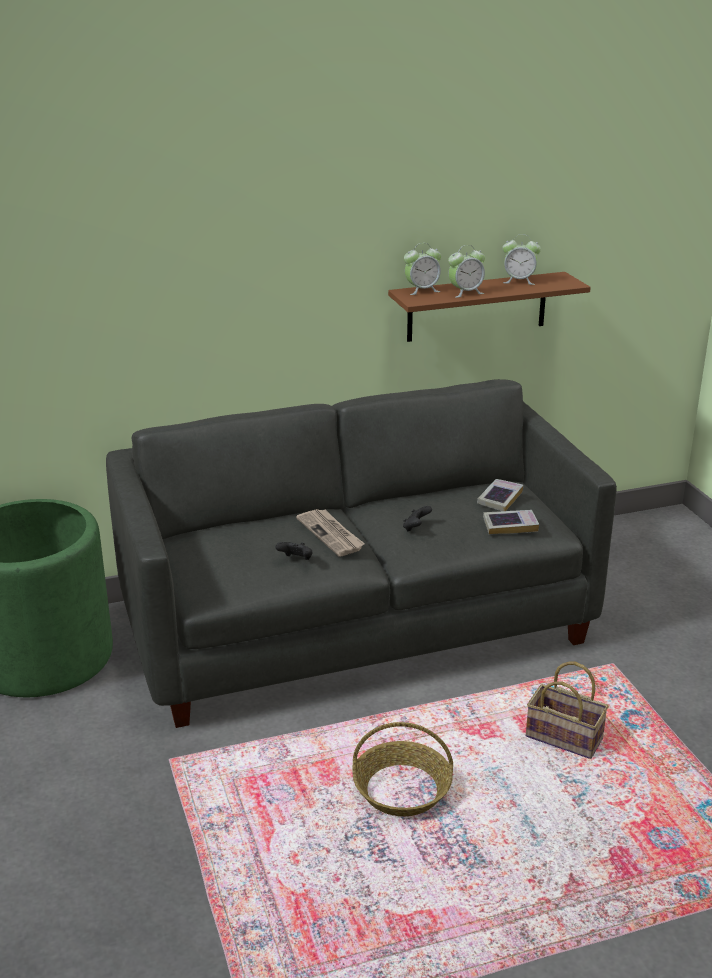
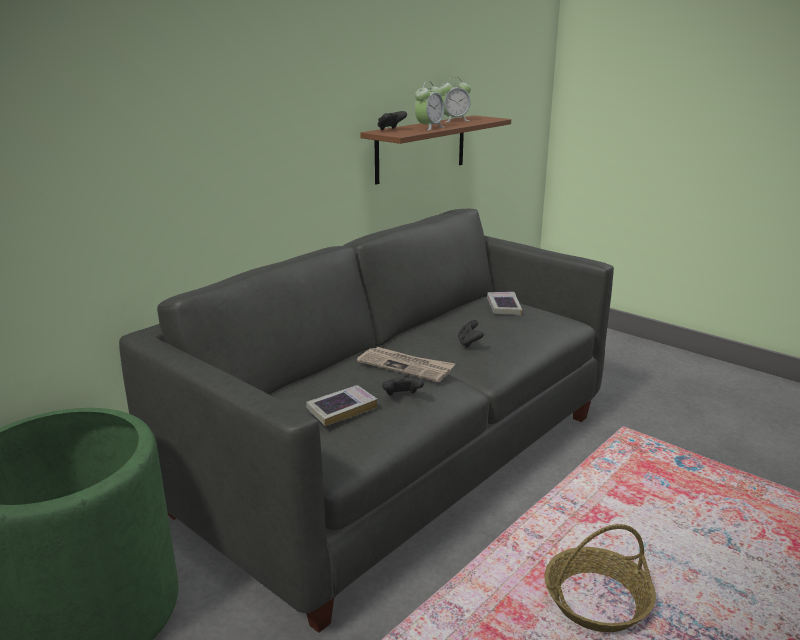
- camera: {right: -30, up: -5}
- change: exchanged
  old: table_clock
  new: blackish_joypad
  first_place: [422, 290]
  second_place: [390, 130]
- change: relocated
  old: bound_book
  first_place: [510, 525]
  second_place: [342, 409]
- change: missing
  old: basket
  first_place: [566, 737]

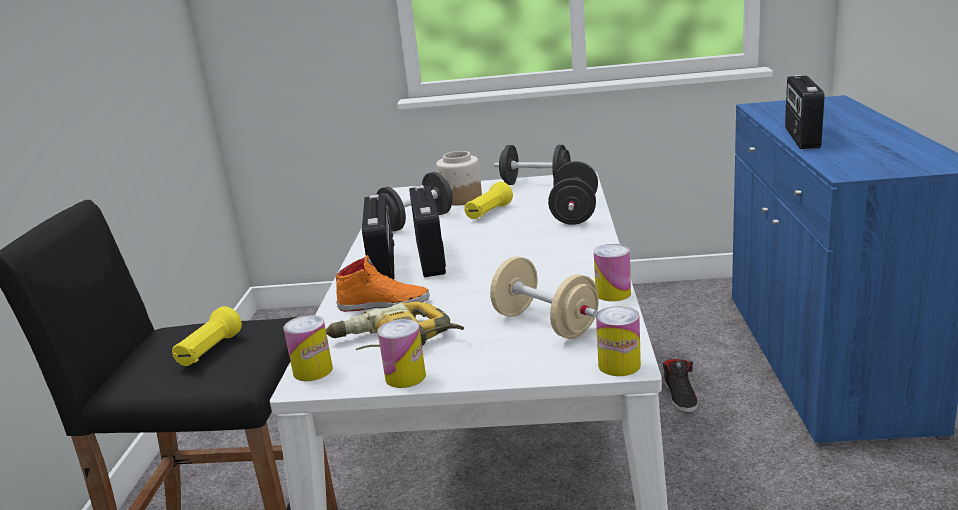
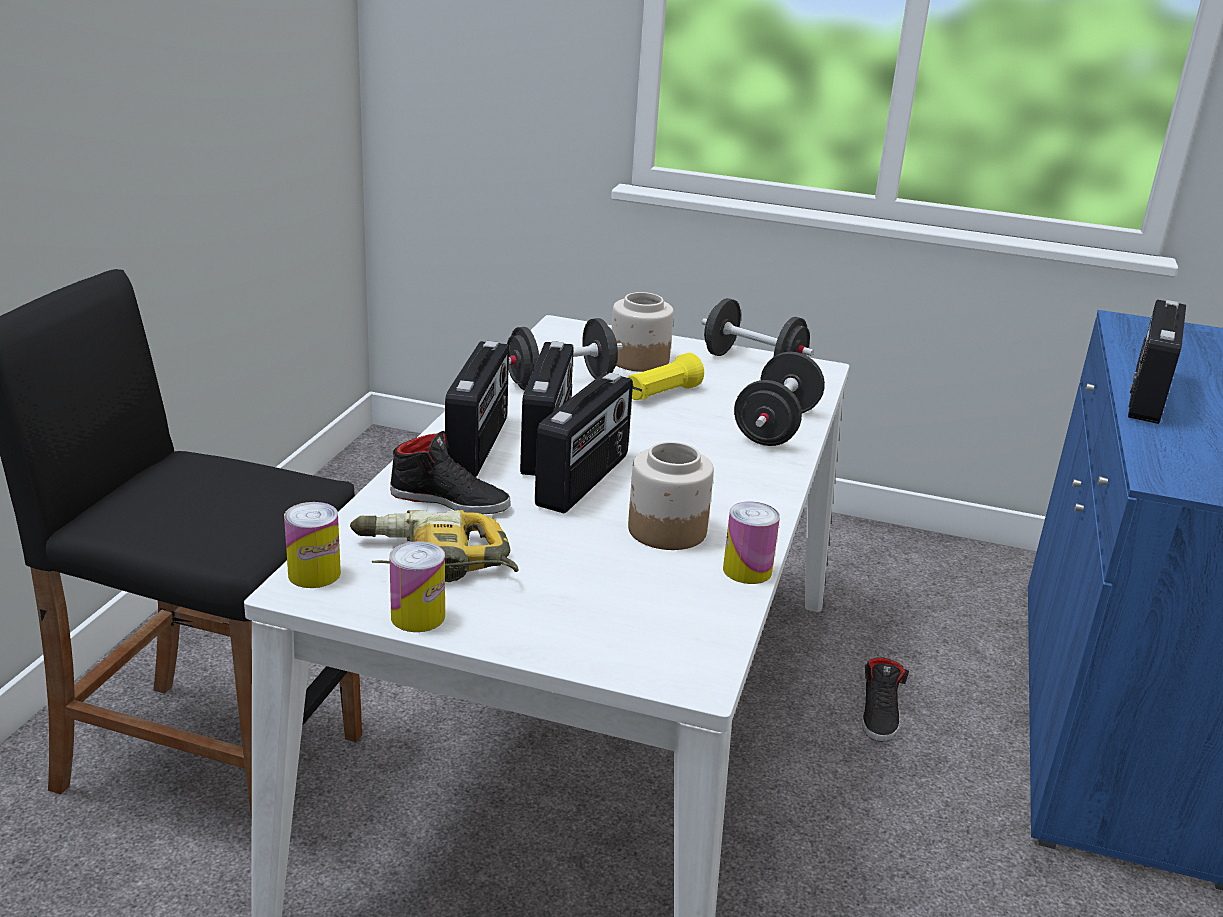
- camera: {right: 10, up: 5}
- change: colour
  old: orange_shoe
  new: blackish_shoe
  first_place: [384, 303]
  second_place: [450, 500]
- change: missing
  old: beige-coloured_hand_weight
  first_place: [545, 324]
- change: missing
  old: yellow-coloured_flashlight
  first_place: [209, 351]
- change: missing
  old: metal_can
  first_place: [619, 365]
- change: appeared
  new: radio_set
  second_place: [584, 481]
- change: appeared
  new: jar
  second_place: [666, 530]

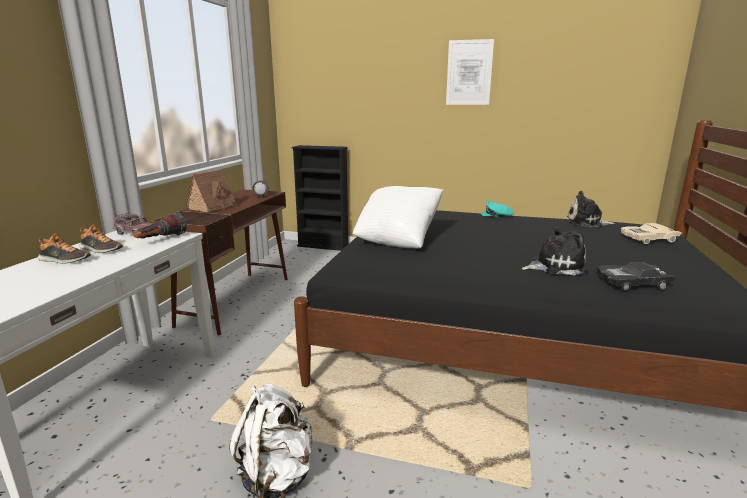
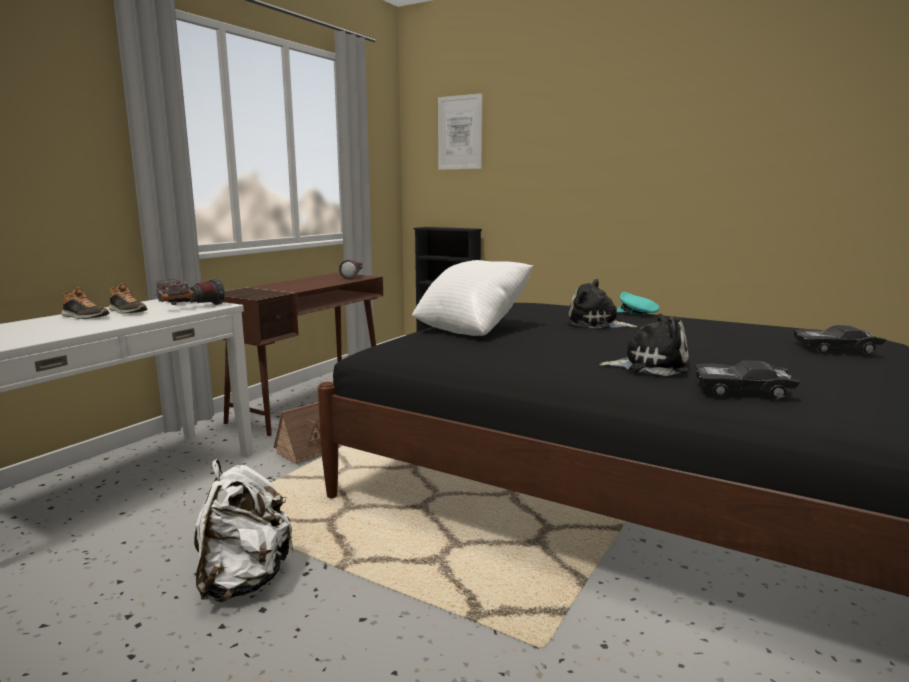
- camera: {right: 15, up: -5}
- change: relocated
  old: picture
  first_place: [469, 72]
  second_place: [460, 132]
- change: relocated
  old: toy_house
  first_place: [213, 207]
  second_place: [309, 451]
- change: relocated
  old: plush_toy
  first_place: [586, 222]
  second_place: [597, 323]
- change: colour
  old: beige-coloured_miniature_car
  new: blackish_miniature_car
  first_place: [649, 239]
  second_place: [836, 348]

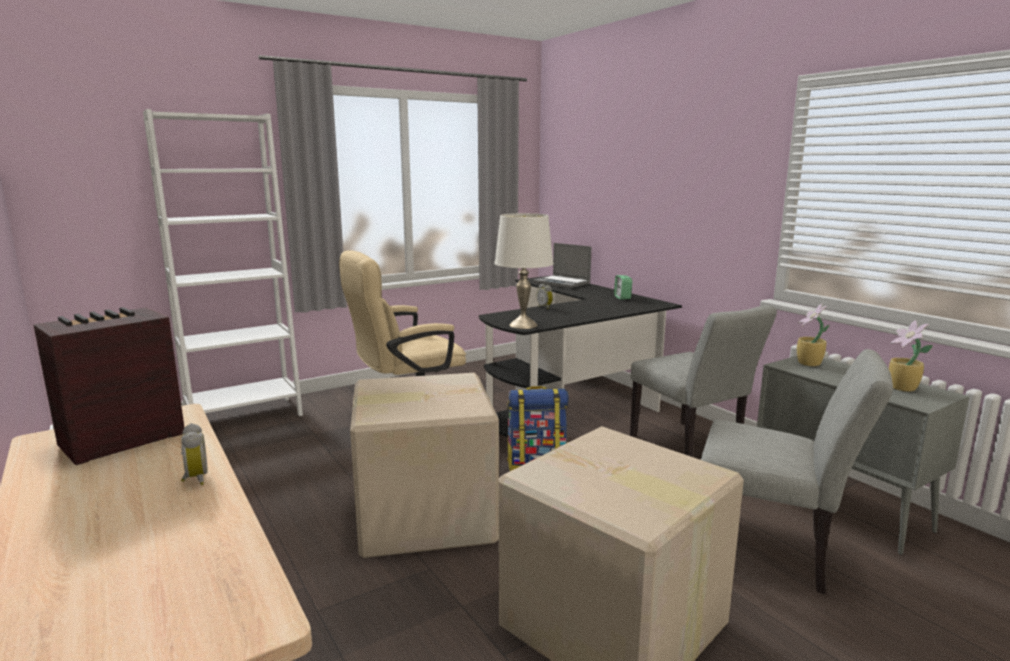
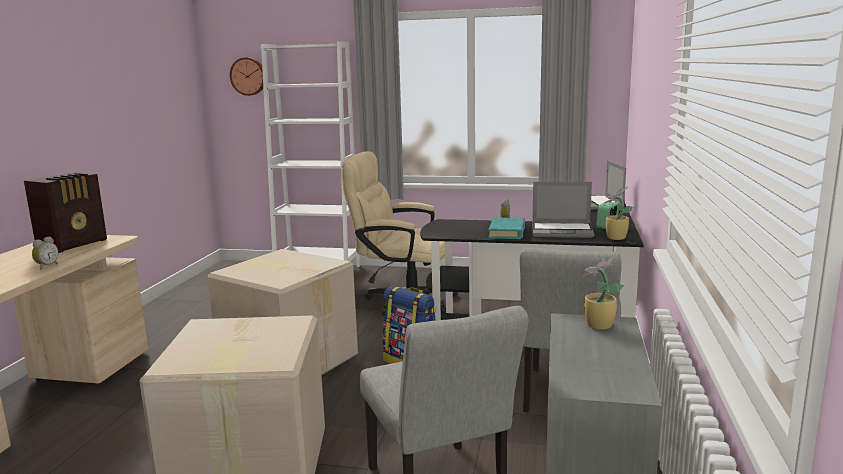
- camera: {right: 45, up: 0}
- change: missing
  old: white_lamp_for_a_table
  first_place: [523, 325]
- change: spun
  old: radio_set
  first_place: [119, 440]
  second_place: [74, 244]
  degrees: 120
- change: relocated
  old: houseplant
  first_place: [903, 388]
  second_place: [615, 238]
- change: appeared
  new: hanging_clock
  second_place: [248, 76]
- change: appeared
  new: portable_computer
  second_place: [562, 231]
- change: appeared
  new: turquoise_bound_book
  second_place: [507, 232]

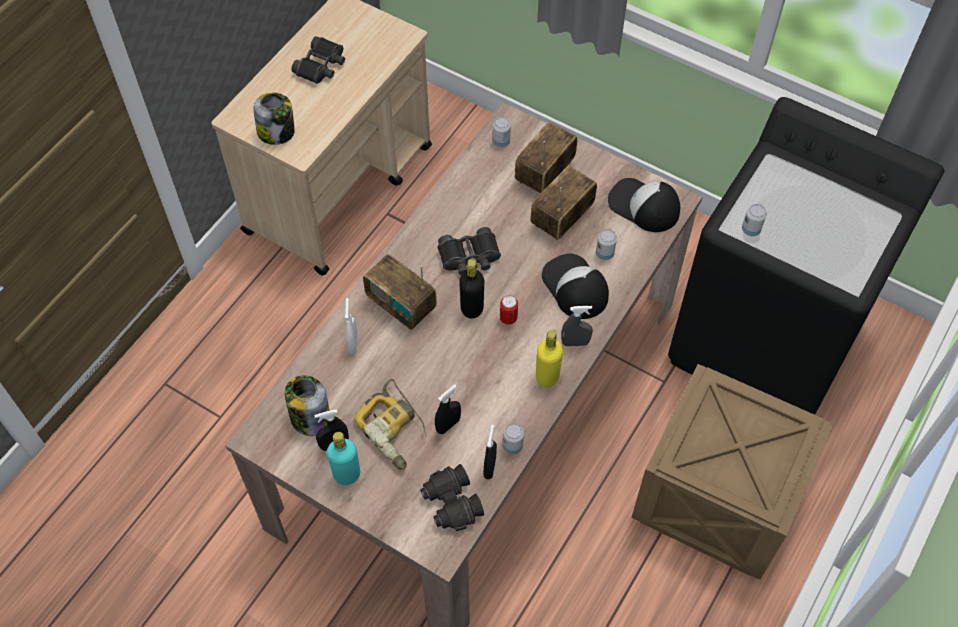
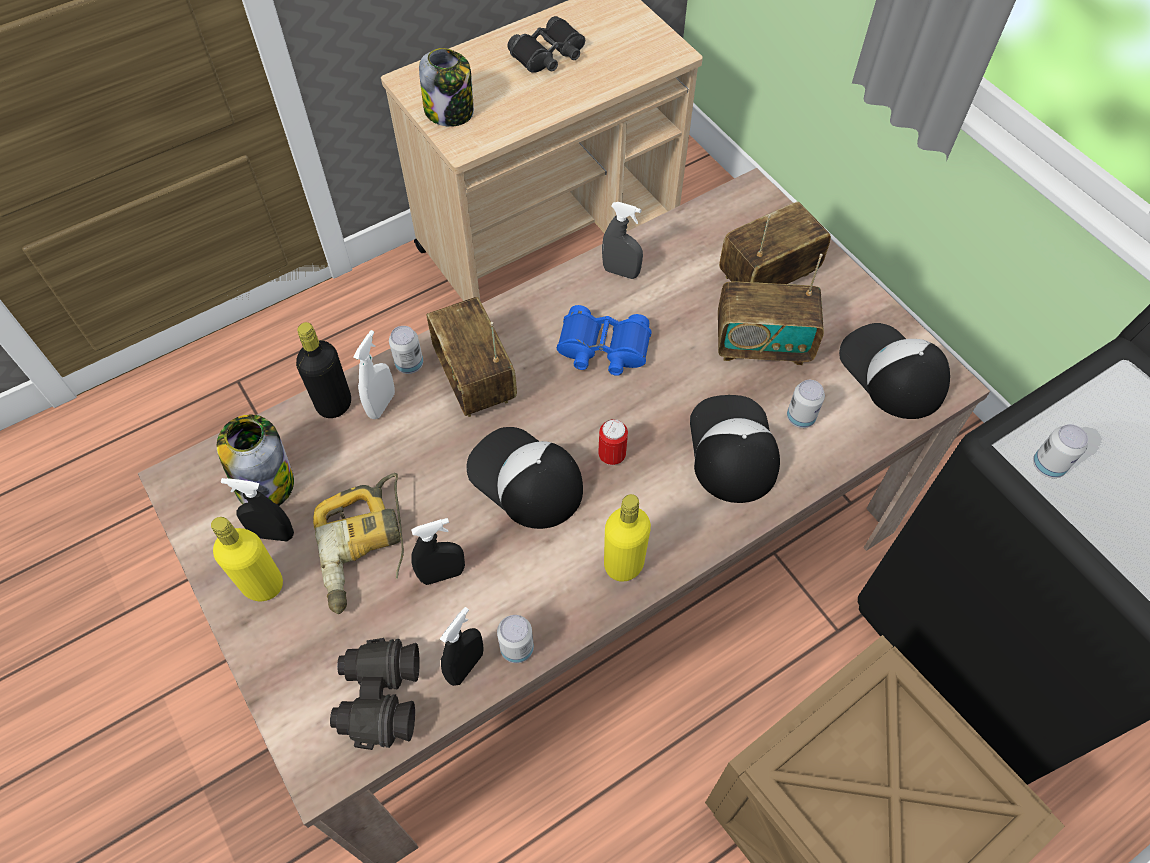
- camera: {right: 25, up: 0}
- change: relocated
  old: metal_can
  first_place: [501, 142]
  second_place: [409, 364]
- change: spun
  old: radio_set
  first_place: [562, 218]
  second_place: [762, 345]
  degrees: -150
- change: colour
  old: blackish_field_glasses
  new: blue_field_glasses
  first_place: [469, 257]
  second_place: [603, 349]
- change: relocated
  old: blackish_drink_bottle
  first_place: [472, 309]
  second_place: [334, 404]
- change: relocated
  old: grey_spray_bottle
  first_place: [575, 342]
  second_place: [621, 272]
- change: colour
  old: turquoise_drink_bottle
  new: yellow-coloured_drink_bottle
  first_place: [347, 474]
  second_place: [263, 585]
- change: appeared
  new: peaked_cap
  second_place: [524, 479]

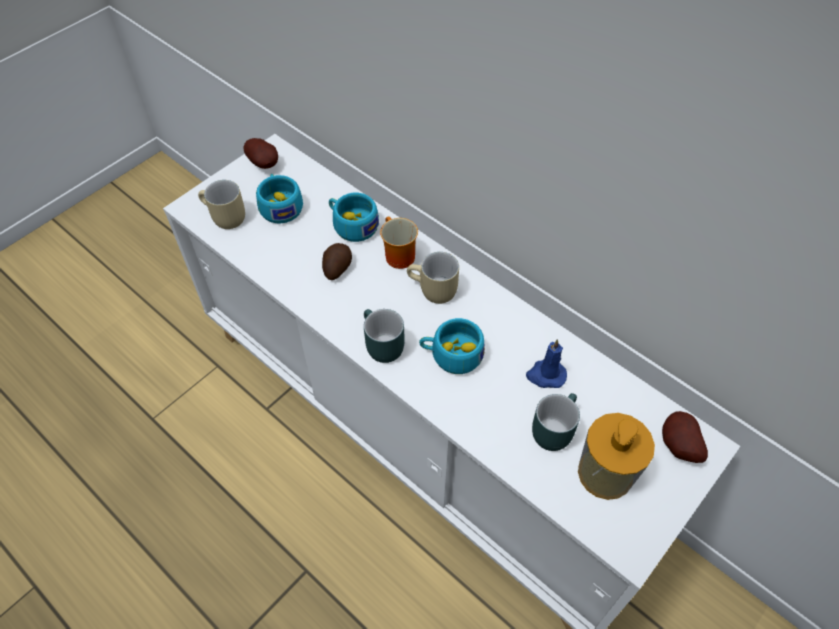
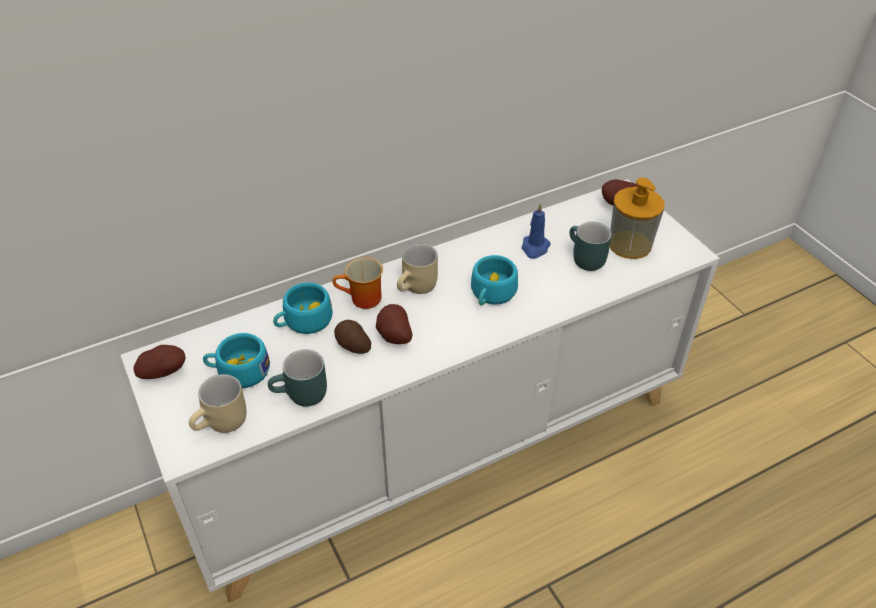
- camera: {right: -70, up: -10}
- change: relocated
  old: turquoise_mug
  first_place: [379, 345]
  second_place: [301, 397]
- change: appeared
  new: whole_potato
  second_place: [393, 337]

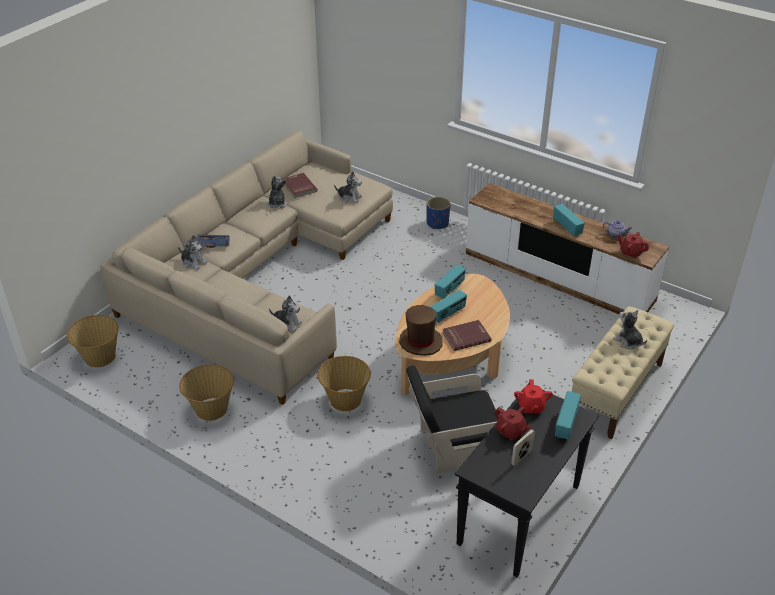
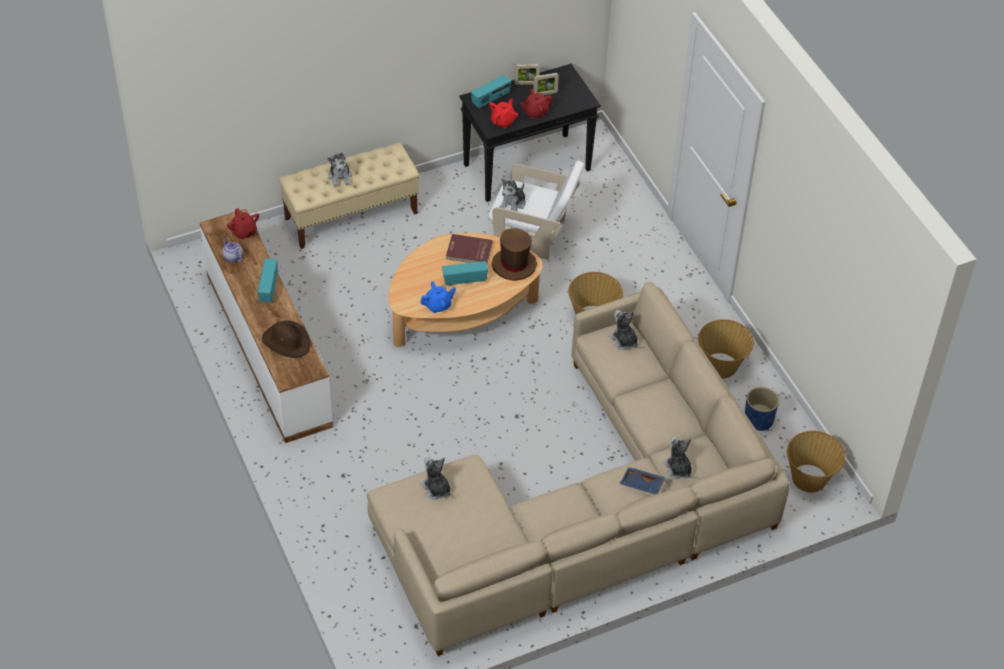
- camera: {right: -150, up: 10}
- change: missing
  old: red-coloured_bound_book
  first_place: [298, 187]
- change: relocated
  old: plush_toy
  first_place: [277, 203]
  second_place: [513, 204]
- change: relocated
  old: blue_planter
  first_place: [437, 223]
  second_place: [758, 420]
- change: exchanged
  old: radio_set
  new: blue_tea_pot
  first_place: [450, 289]
  second_place: [438, 305]
- change: colour
  old: blackish_lounge_chair
  new: white_lounge_chair
  first_place: [452, 448]
  second_place: [534, 235]
- change: spun
  old: red-coloured_tea_pot
  first_place: [510, 431]
  second_place: [535, 112]
  degrees: -90
- change: appeared
  new: photo_frame
  second_place: [526, 83]
- change: appeared
  new: brown-coloured_hat
  second_place: [287, 341]

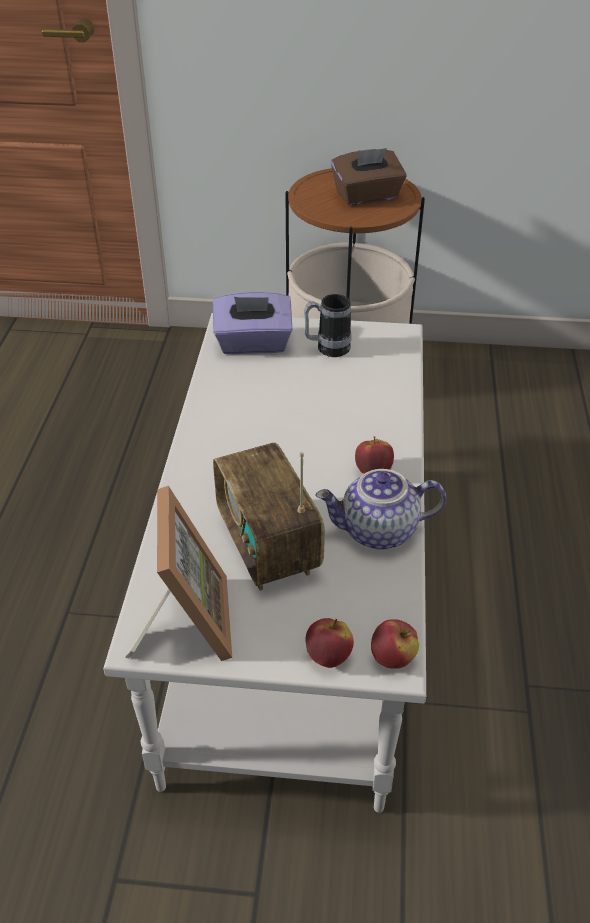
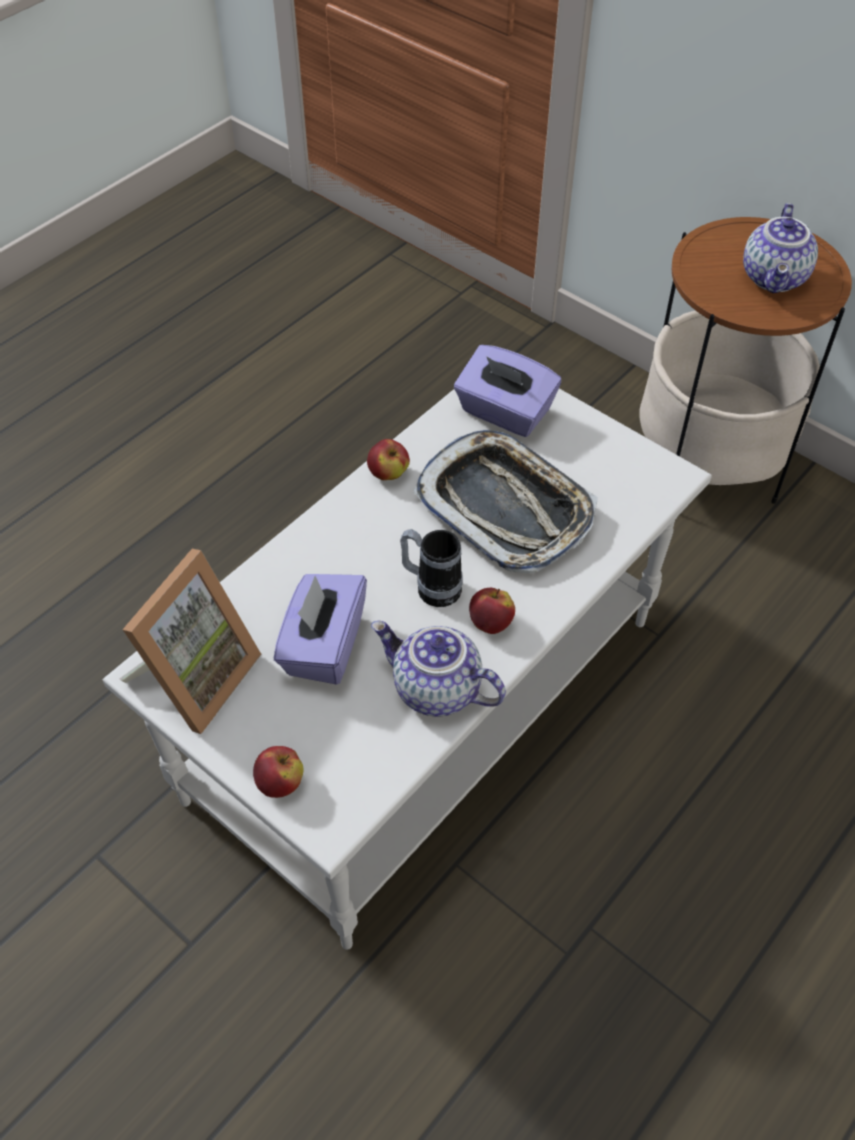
- camera: {right: 35, up: 10}
- change: exchanged
  old: brown-coloured_tissue_box
  new: tea_pot
  first_place: [367, 196]
  second_place: [775, 278]
- change: relocated
  old: mug
  first_place: [327, 349]
  second_place: [431, 587]
- change: exchanged
  old: radio_set
  new: purple-coloured_tissue_box
  first_place: [268, 546]
  second_place: [323, 646]
- change: relocated
  old: whole_apple
  first_place: [393, 658]
  second_place: [388, 474]
- change: appeared
  new: carrying_tray
  second_place: [505, 508]

